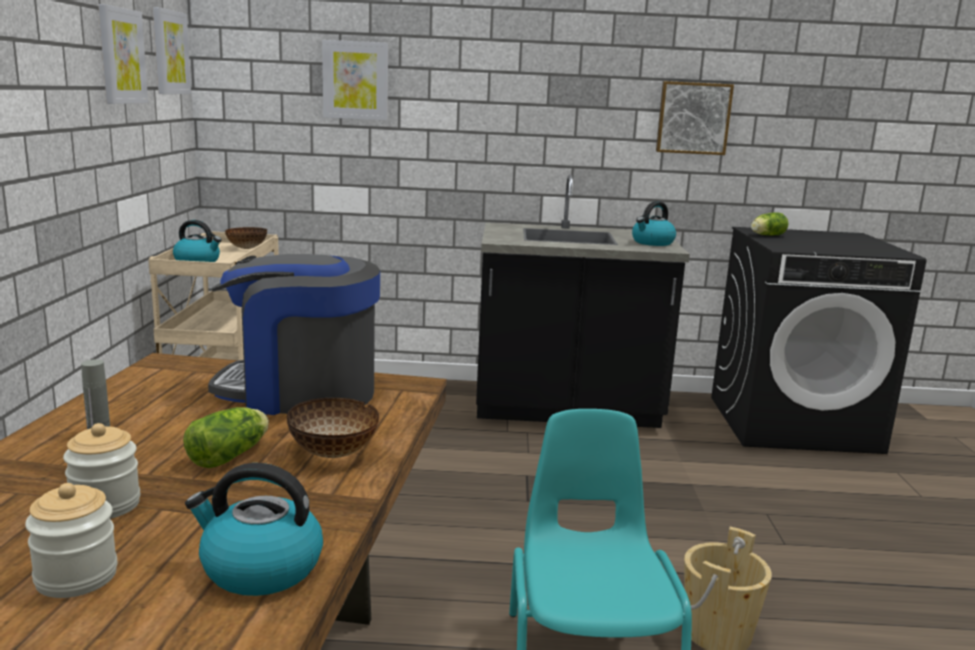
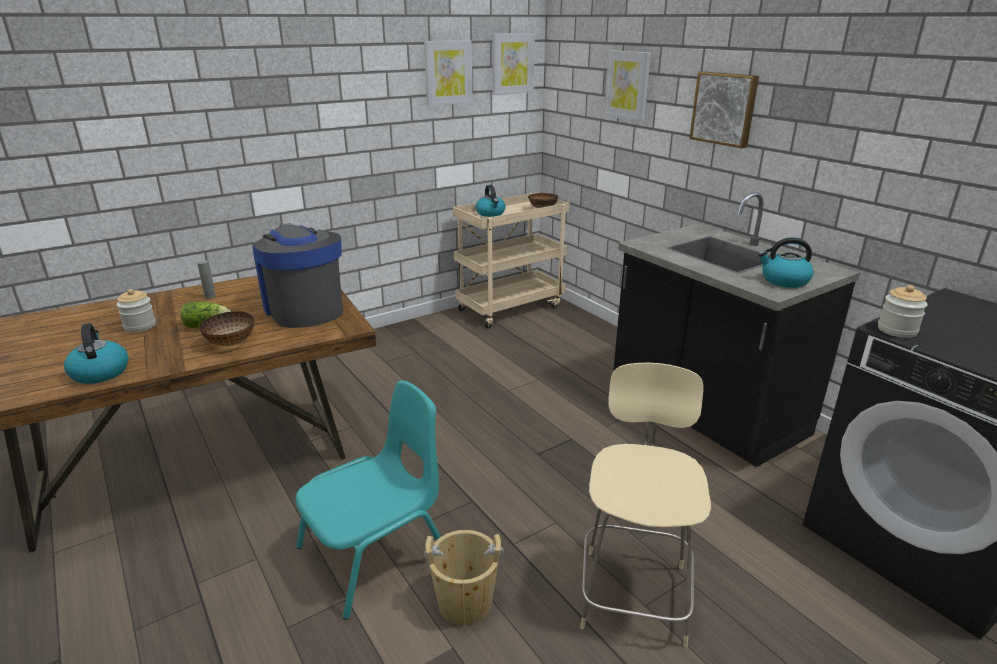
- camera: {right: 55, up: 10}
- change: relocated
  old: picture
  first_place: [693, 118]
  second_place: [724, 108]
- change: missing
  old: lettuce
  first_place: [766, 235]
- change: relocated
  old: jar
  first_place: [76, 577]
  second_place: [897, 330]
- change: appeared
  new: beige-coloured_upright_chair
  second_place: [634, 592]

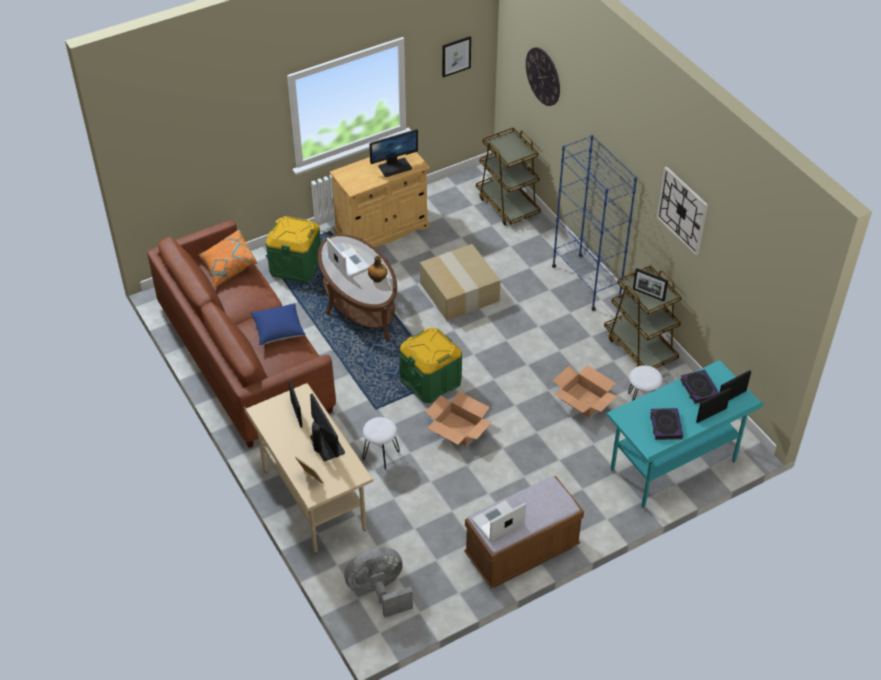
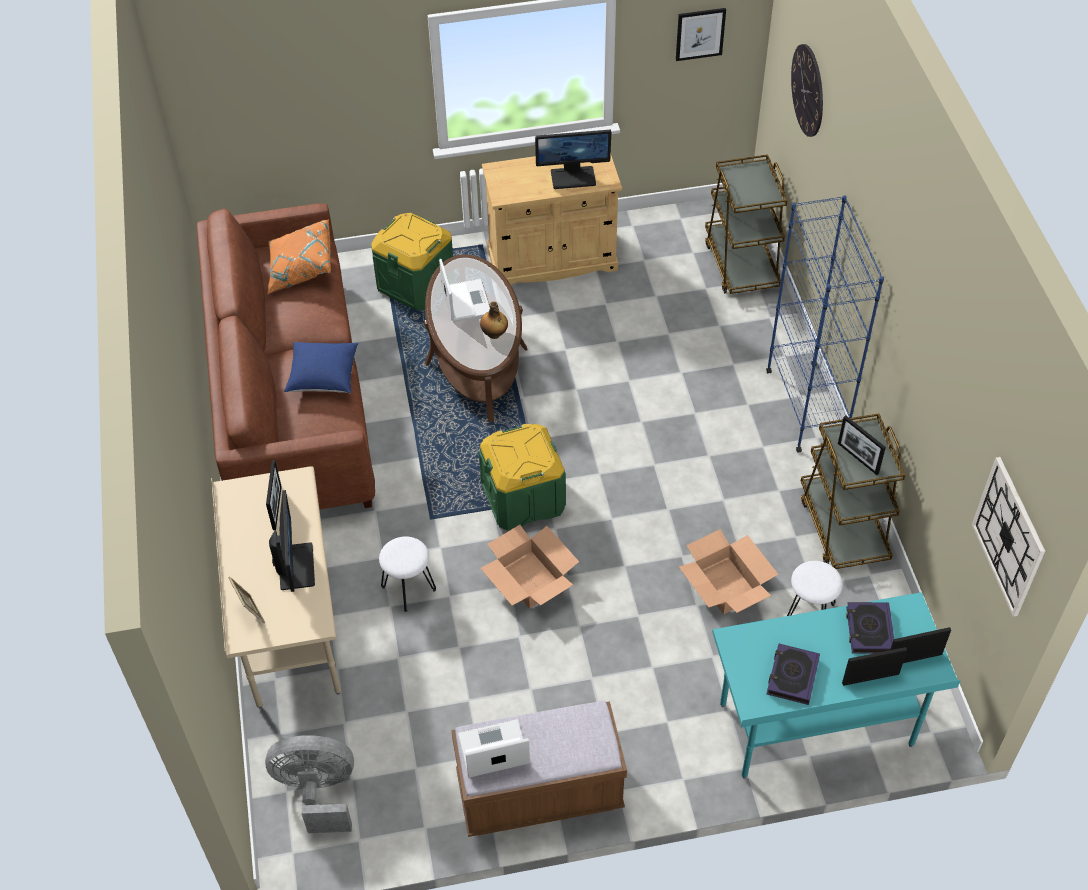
- camera: {right: 20, up: 5}
- change: relocated
  old: hanging_clock
  first_place: [682, 210]
  second_place: [1009, 536]
- change: missing
  old: cardboard_box
  first_place: [458, 291]

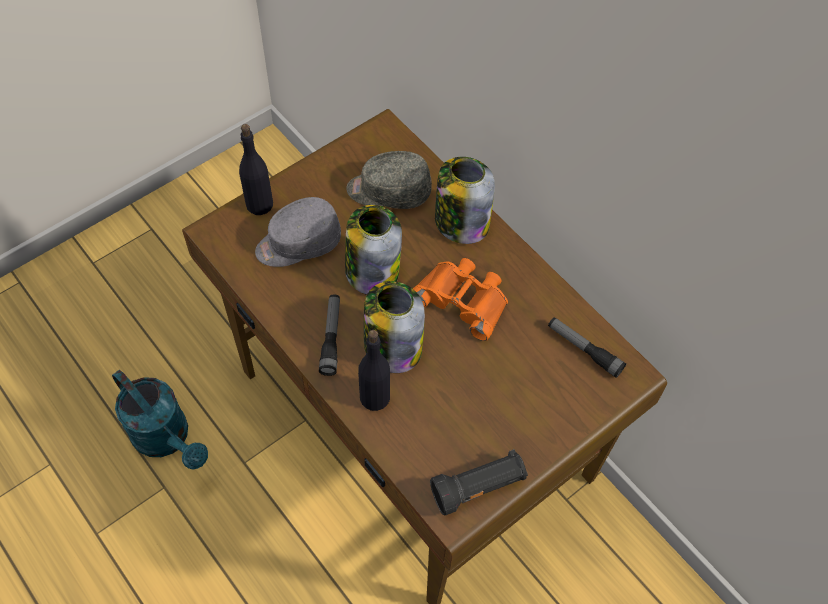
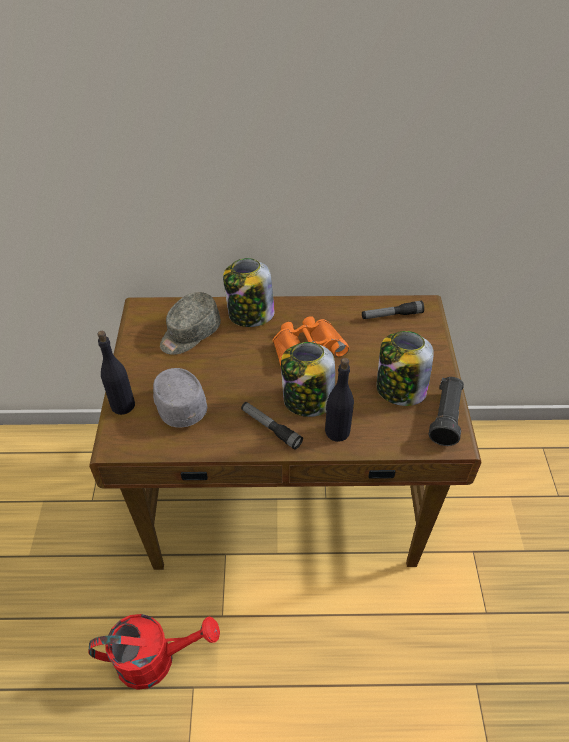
- camera: {right: -50, up: -10}
- change: spun
  old: grey_peaked_cap
  first_place: [298, 243]
  second_place: [178, 402]
  degrees: 135
- change: relocated
  old: jar
  first_place: [372, 270]
  second_place: [399, 389]
- change: colour
  old: turquoise_watering_can
  new: red-coloured_watering_can
  first_place: [167, 438]
  second_place: [156, 659]

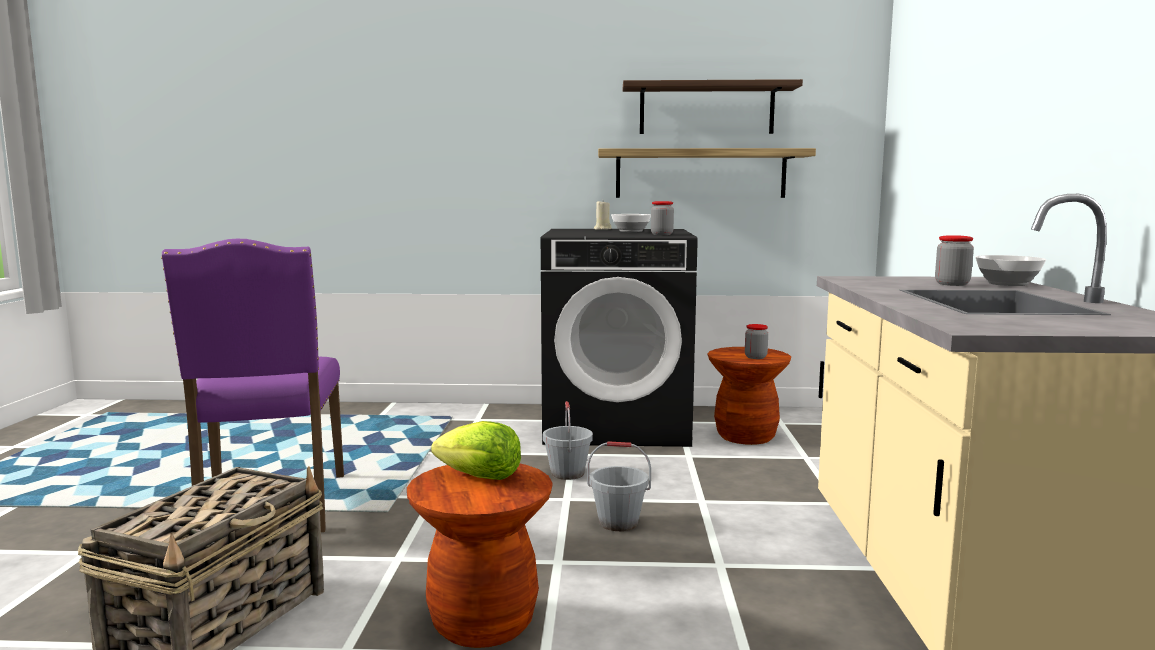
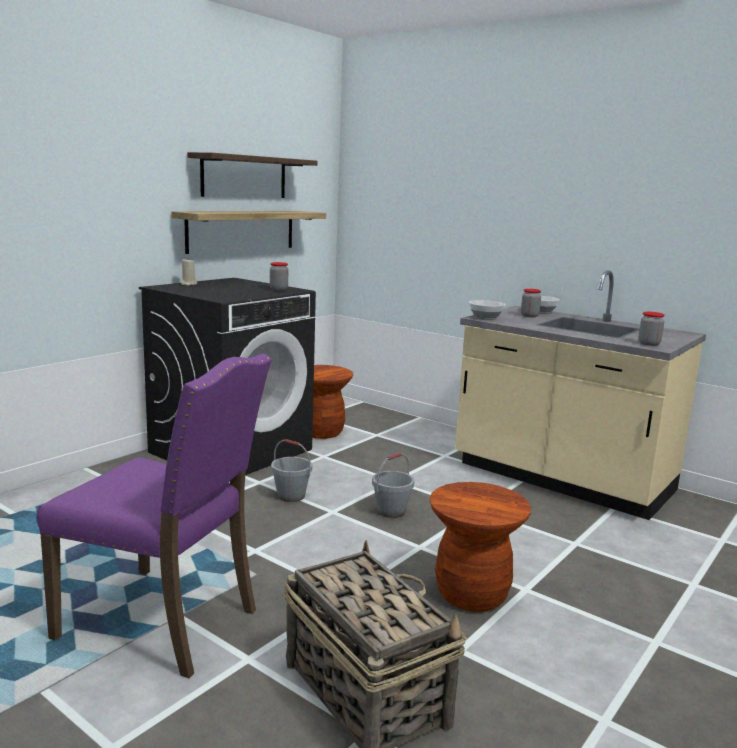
- camera: {right: -55, up: 5}
- change: relocated
  old: bowl
  first_place: [631, 231]
  second_place: [486, 318]
- change: relocated
  old: jar
  first_place: [755, 357]
  second_place: [649, 344]
- change: missing
  old: lettuce
  first_place: [480, 477]

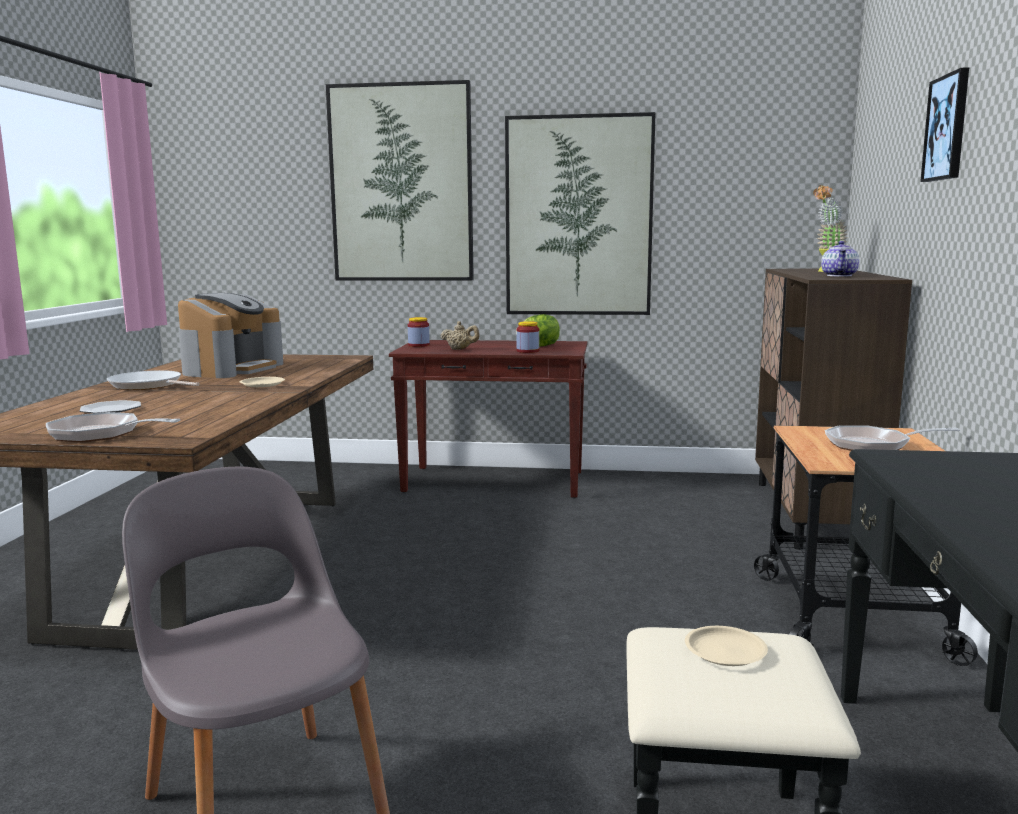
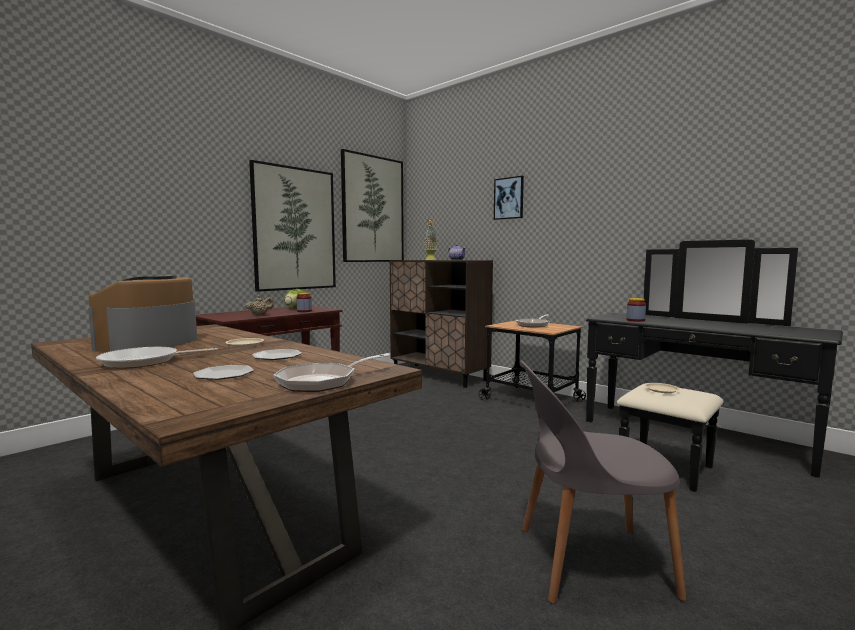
- camera: {right: -55, up: -5}
- change: relocated
  old: picture
  first_place: [401, 184]
  second_place: [373, 209]
- change: spun
  old: coffee_brewer
  first_place: [232, 368]
  second_place: [150, 343]
  degrees: -135
- change: relocated
  old: jar
  first_place: [418, 345]
  second_place: [635, 320]
- change: appeared
  new: flat_dish
  second_place: [276, 356]

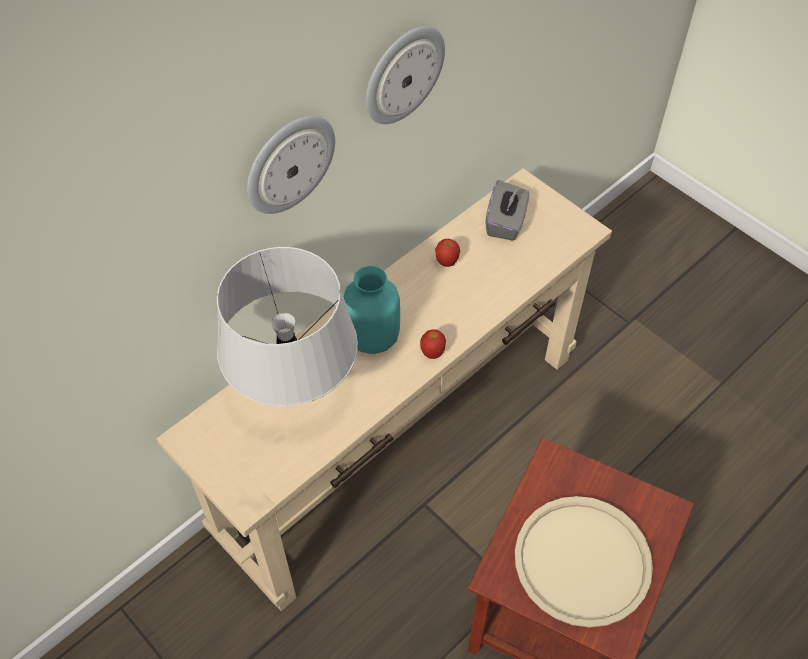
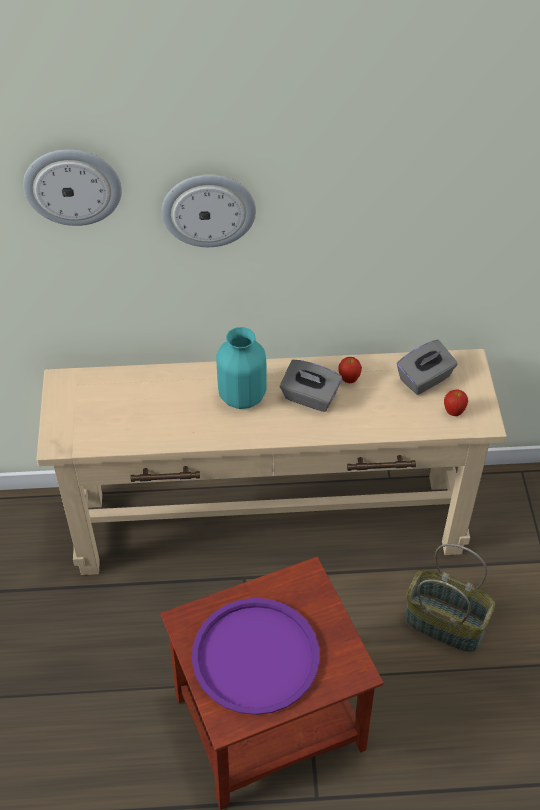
- camera: {right: 40, up: -5}
- change: relocated
  old: hanging_clock
  first_place: [403, 74]
  second_place: [72, 186]
- change: missing
  old: grey_lamp_for_a_table
  first_place: [295, 395]
- change: relocated
  old: whole_apple
  first_place: [432, 353]
  second_place: [453, 412]
- change: colour
  old: beige-coloured_carrying_tray
  new: purple-coloured_carrying_tray
  first_place: [582, 561]
  second_place: [255, 656]
- change: appeared
  new: grey_tissue_box
  second_place: [309, 397]
- change: appeared
  new: basket
  second_place: [446, 622]

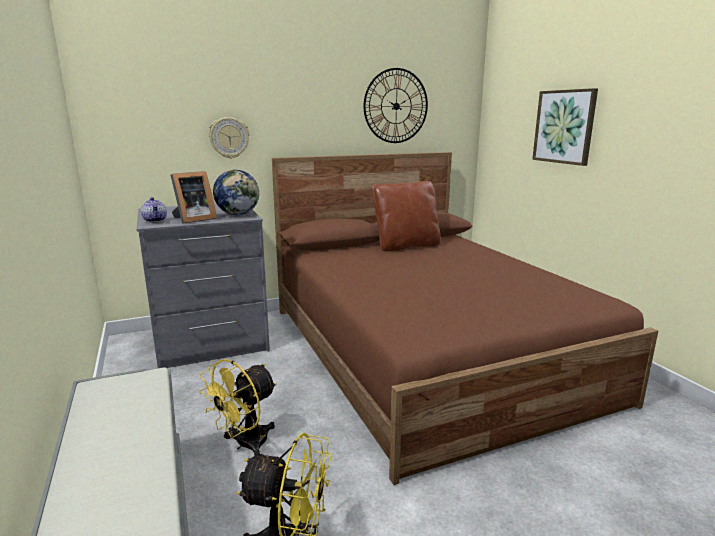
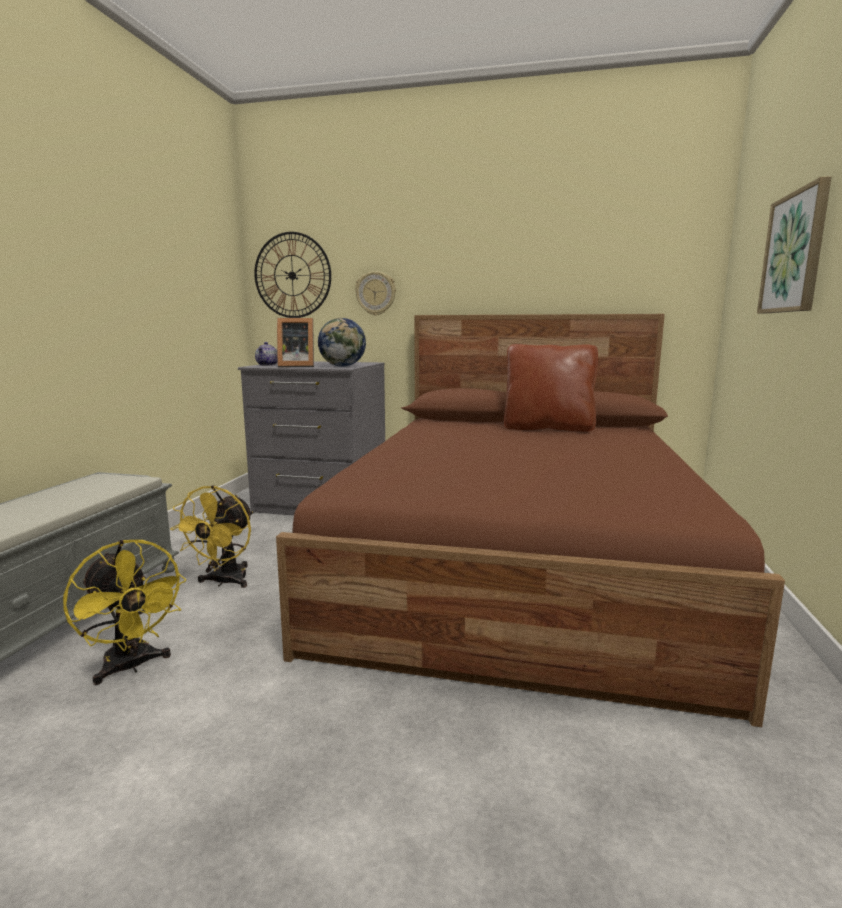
- camera: {right: 35, up: -5}
- change: relocated
  old: hanging_clock
  first_place: [396, 106]
  second_place: [292, 275]
- change: spun
  old: yellow-coloured_electric_fan
  first_place: [245, 444]
  second_place: [224, 582]
  degrees: -60

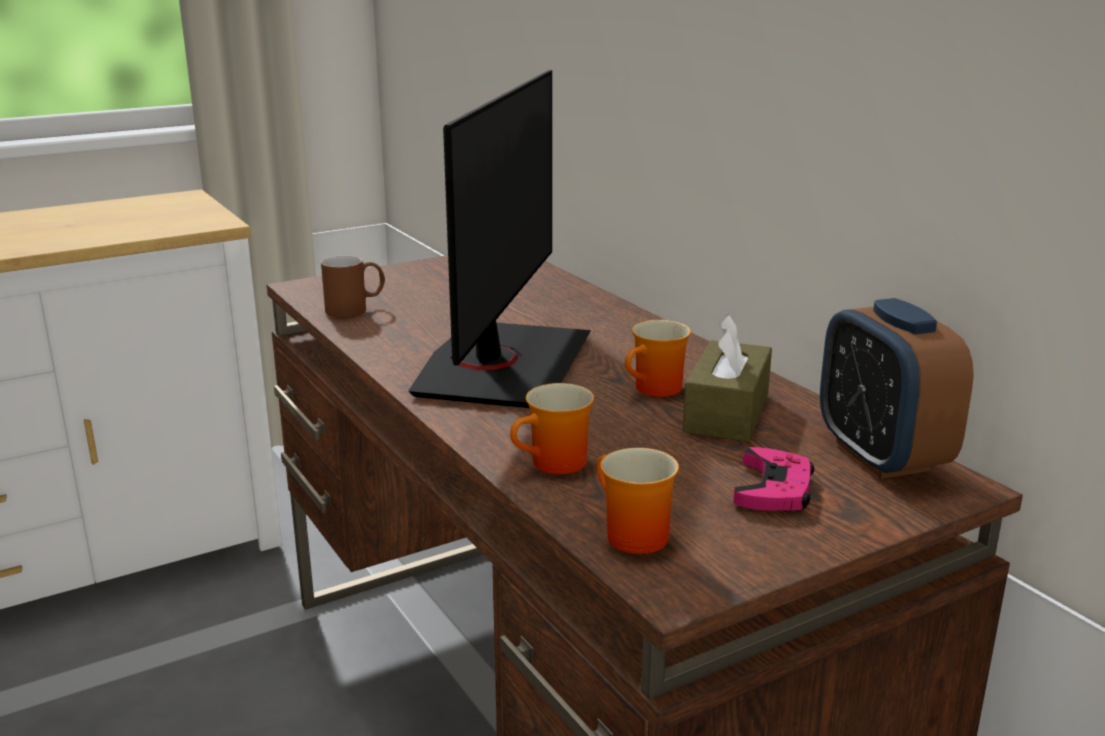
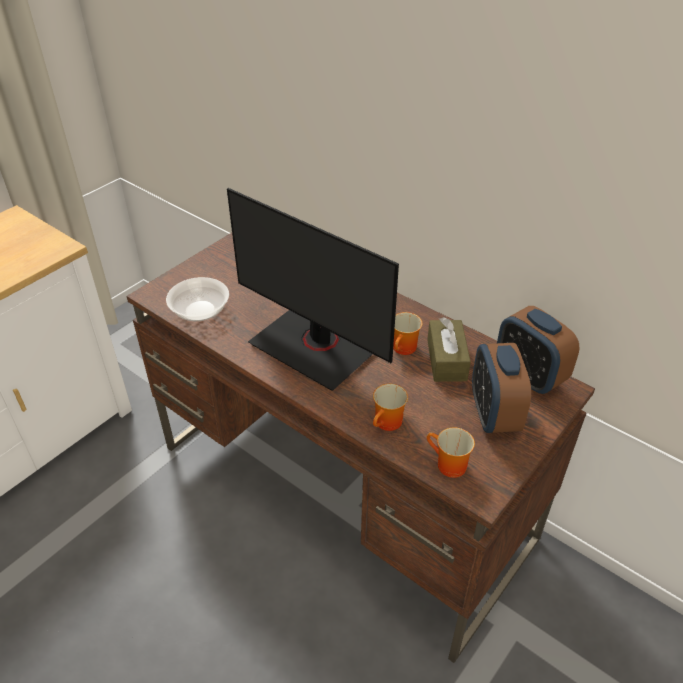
- camera: {right: -20, up: 20}
- change: spun
  old: computer_display
  first_place: [502, 365]
  second_place: [315, 346]
  degrees: 135
- change: exchanged
  old: brown-coloured_mug
  new: bowl
  first_place: [356, 309]
  second_place: [200, 311]
- change: exchanged
  old: pink_joypad
  new: table_clock
  first_place: [774, 489]
  second_place: [493, 414]

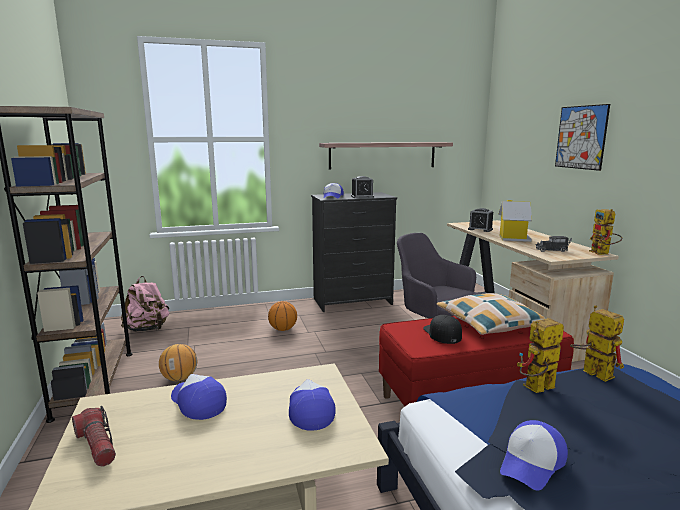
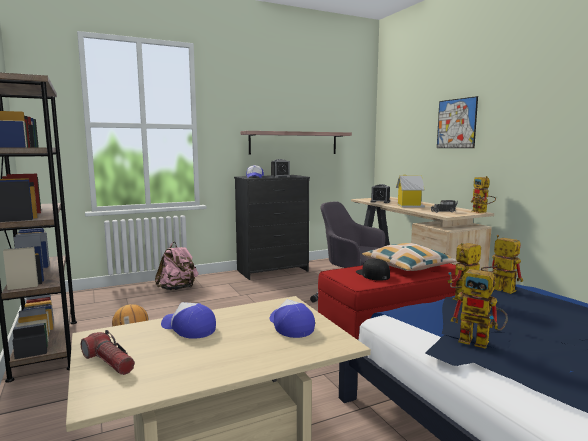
- camera: {right: -10, up: -5}
- change: relocated
  old: pink_backpack
  first_place: [148, 329]
  second_place: [178, 289]
- change: missing
  old: ball_for_basketball
  first_place: [283, 329]
- change: exchanged
  old: peaked_cap
  new: robot_figure
  first_place: [532, 463]
  second_place: [481, 342]

